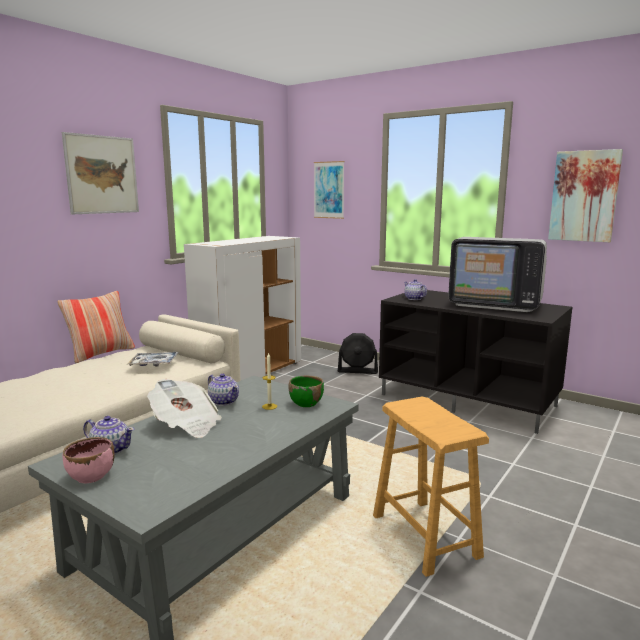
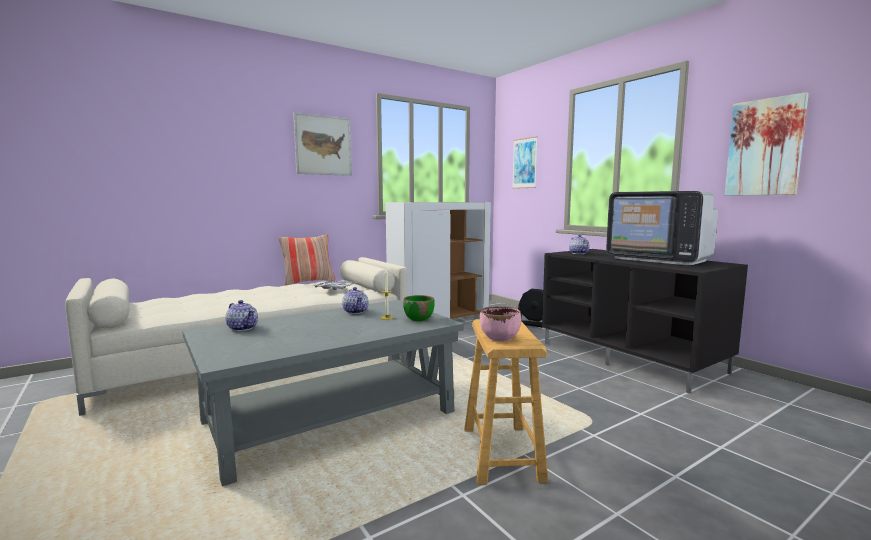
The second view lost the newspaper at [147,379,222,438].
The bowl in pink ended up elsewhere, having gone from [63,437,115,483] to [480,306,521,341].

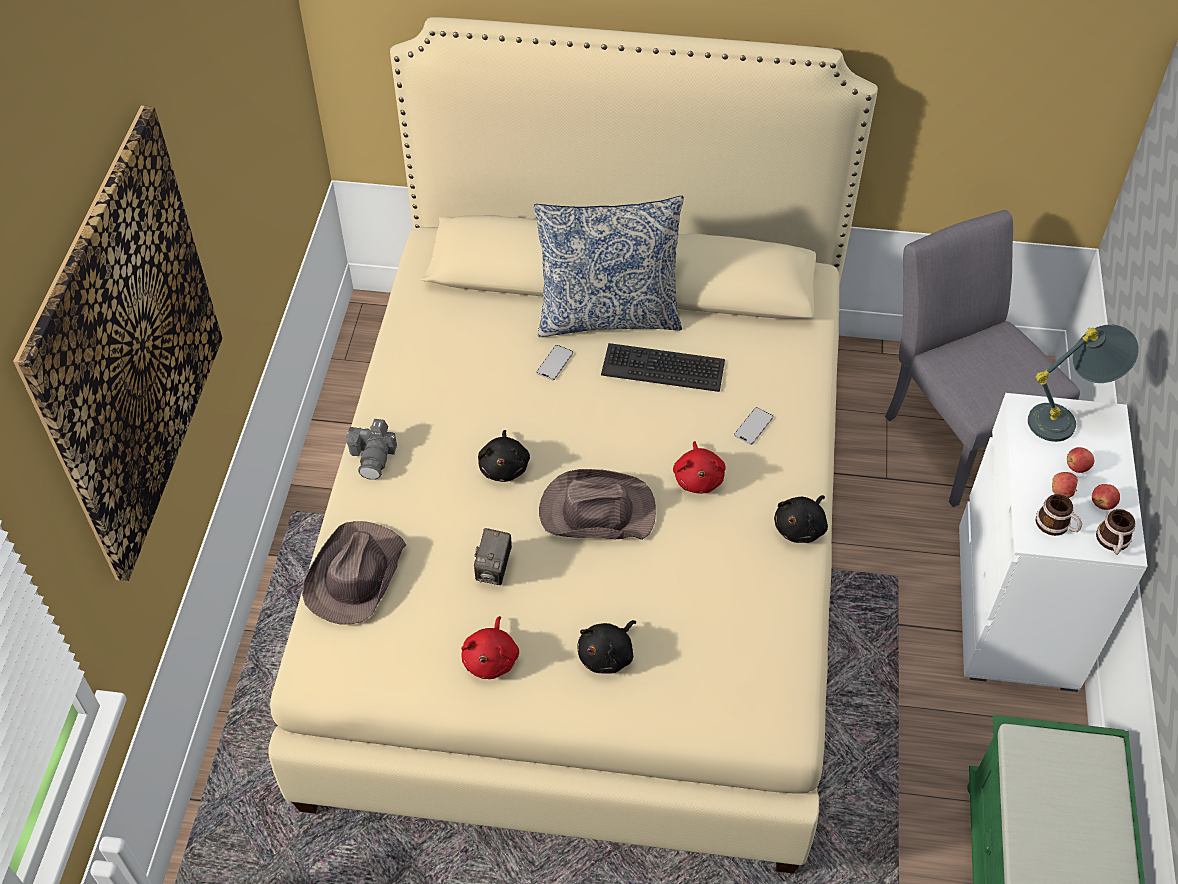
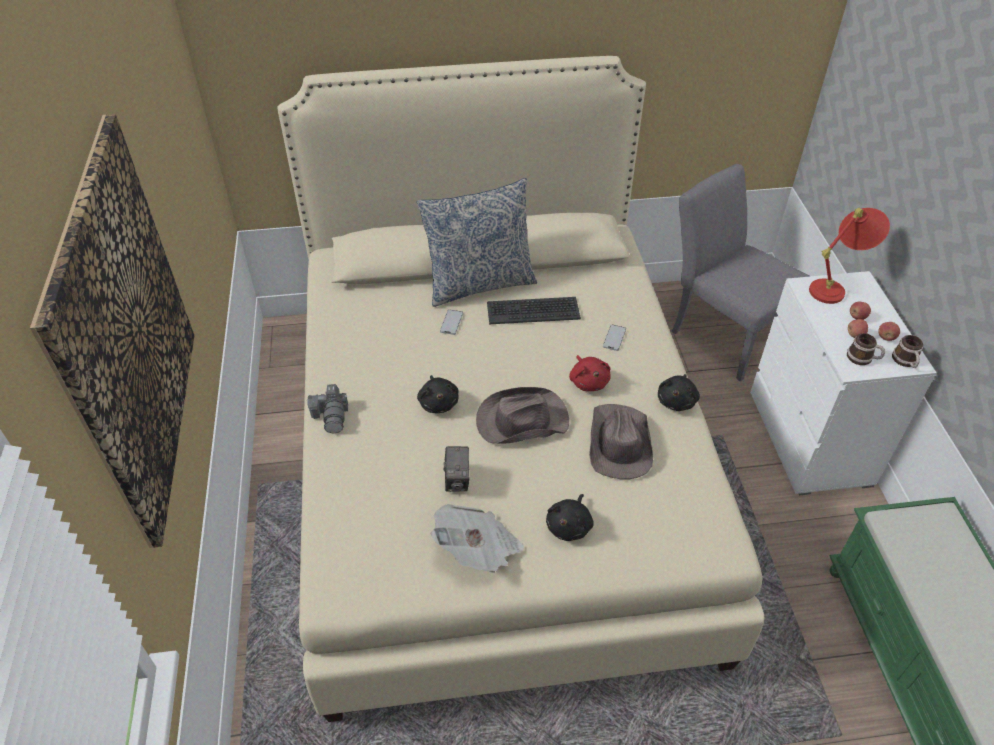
What was the table lamp in grey at [1028,325,1139,442] turned into the table lamp in red at [809,208,890,304].
The hat in brown ended up elsewhere, having gone from [302,521,406,624] to [589,404,653,479].
Where the plush toy in red stood at [461,616,519,679], the newspaper came to stand at [430,504,524,573].

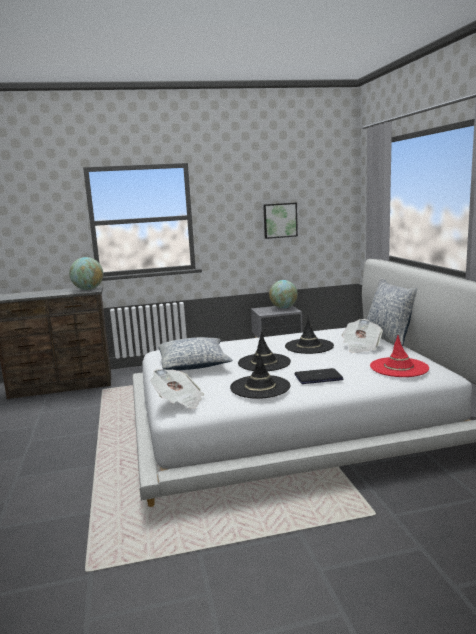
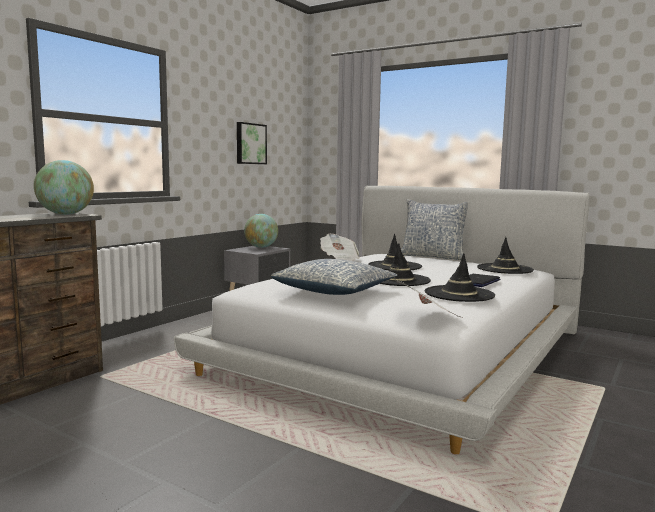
The newspaper ended up elsewhere, having gone from [342,319,383,353] to [320,234,360,261].
What was the hat in red at [370,335,429,377] turned into the hat in black at [477,237,534,274].

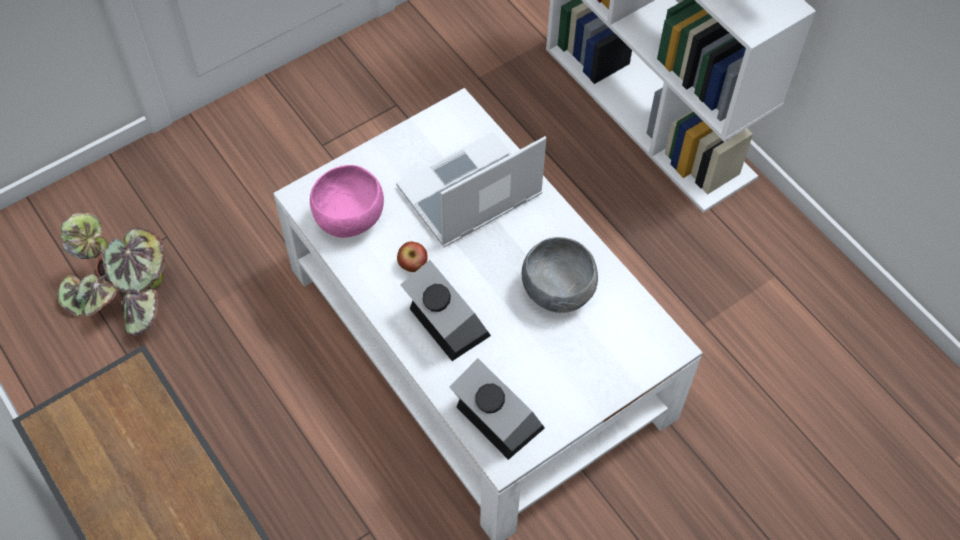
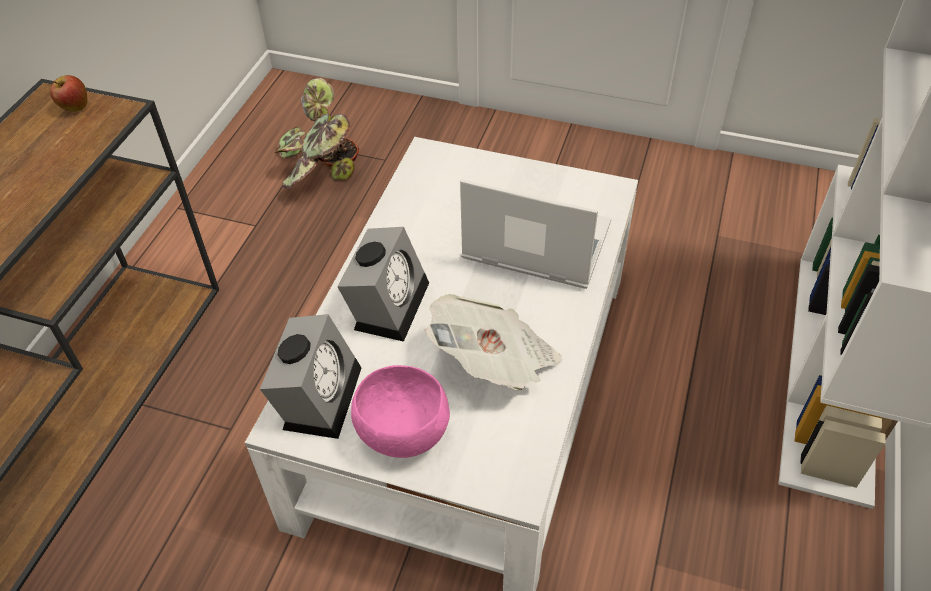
The bowl in pink ended up elsewhere, having gone from [310,165,384,238] to [351,365,450,458].
Where the bowl in grey stood at [522,237,598,313], the newspaper came to stand at [425,294,562,390].
The apple ended up elsewhere, having gone from [397,242,428,272] to [50,75,87,112].

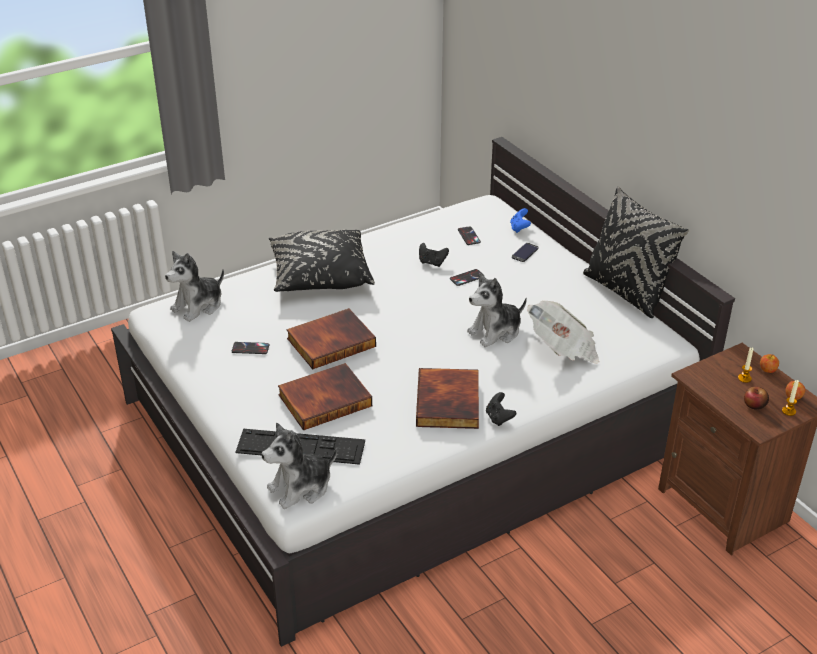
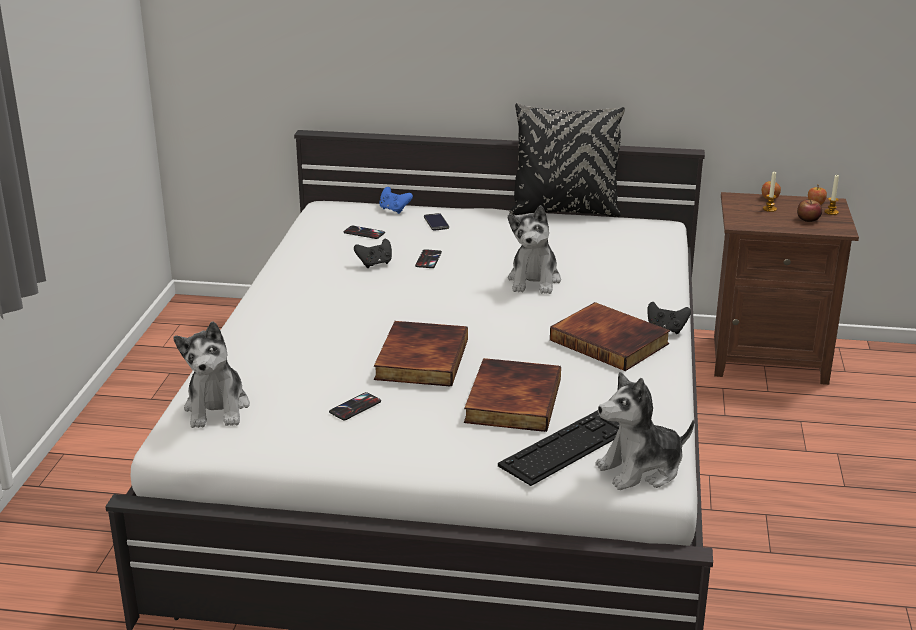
The second view lost the pillow in black at [269,230,375,292].
The second view lost the newspaper at [527,301,600,363].
The plush toy at [261,422,337,509] ended up facing another way, 60 degrees clockwise from before.

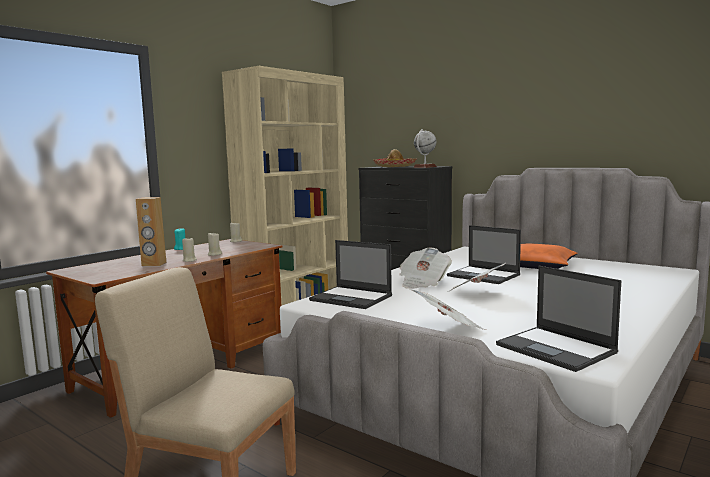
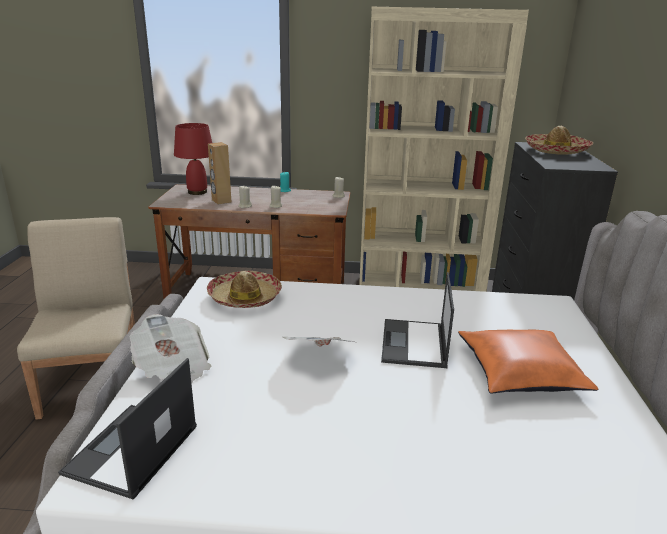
The second view lost the globe at [413,129,437,168].
Where the laptop stood at [309,240,392,309], the hat came to stand at [206,271,282,308].
The second view lost the newspaper at [399,248,452,289].
The second view gained the table lamp in red at [174,123,212,195].

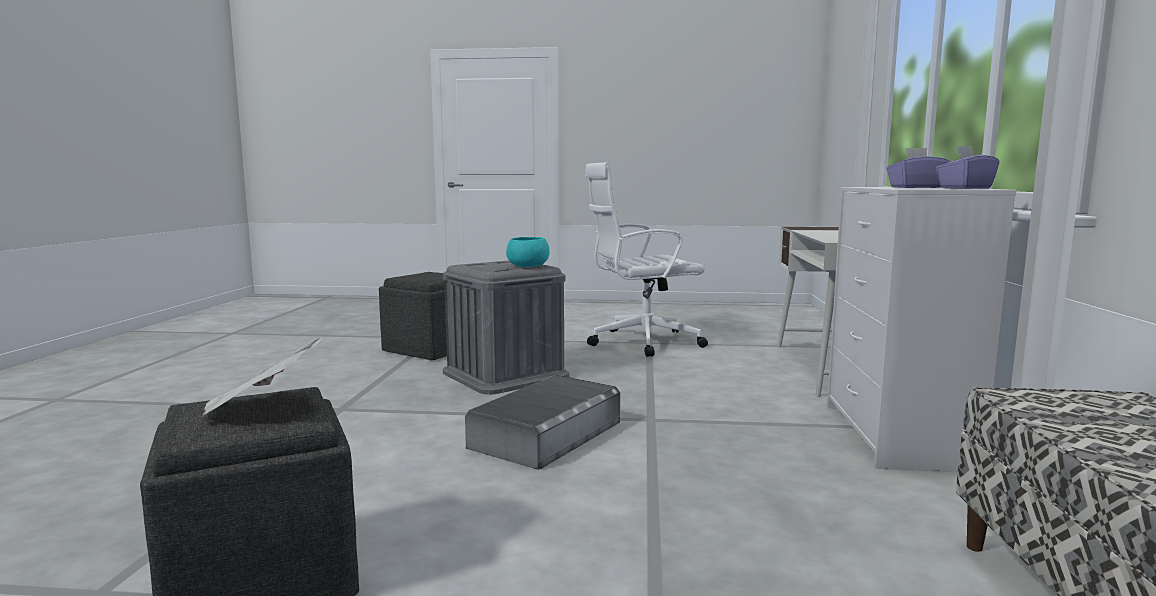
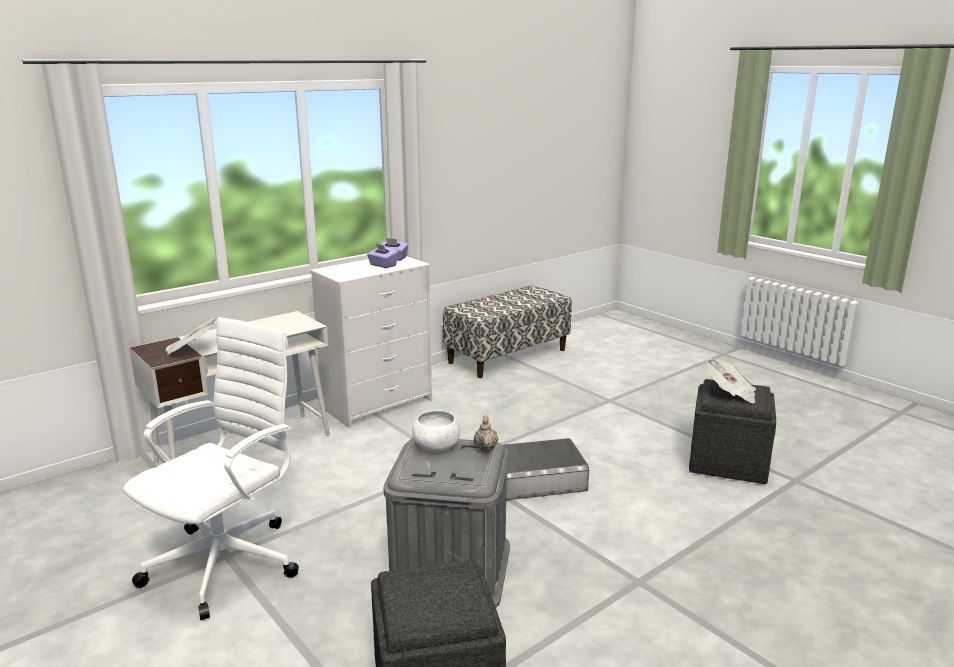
The office chair in white at [585,162,708,357] ended up facing another way, 90 degrees counterclockwise from before.
What was the bowl in turquoise at [506,237,550,267] turned into the bowl in white at [412,410,460,452].
The second view gained the newspaper at [166,318,217,355].
The second view gained the teapot in beige at [474,415,498,452].

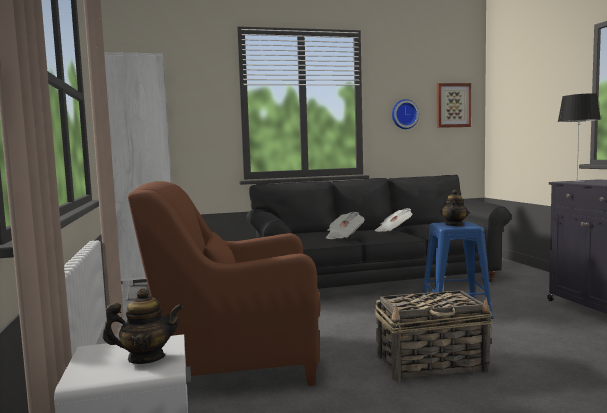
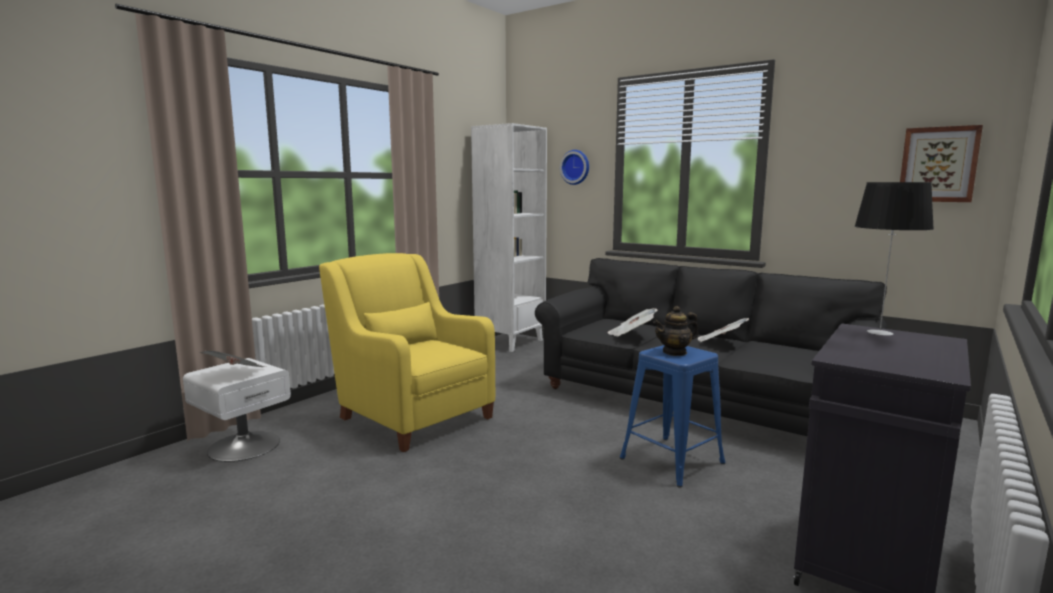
The wall clock ended up elsewhere, having gone from [392,99,419,129] to [560,150,589,185].
What was the armchair in brown at [128,181,320,386] turned into the armchair in yellow at [319,253,495,452].
Where the teapot stood at [102,288,183,364], the newspaper came to stand at [199,351,266,367].
The second view lost the basket at [374,290,492,381].

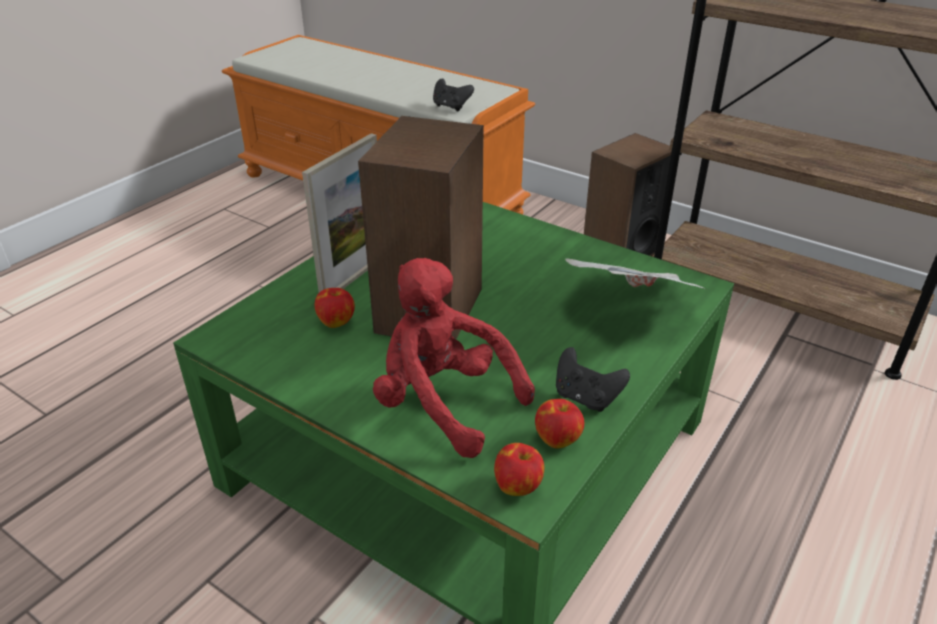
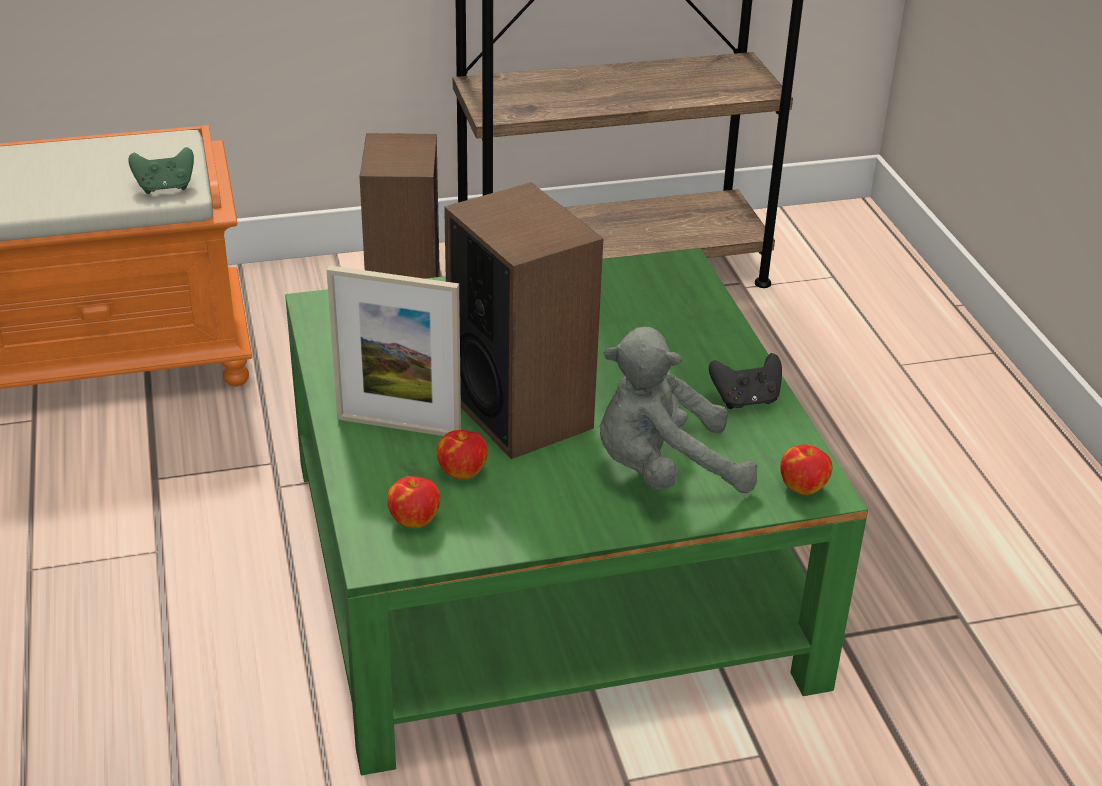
What was the game controller in black at [433,79,474,111] turned into the game controller in green at [128,147,194,194].
The picture frame at [302,133,377,292] ended up facing another way, 120 degrees clockwise from before.
What was the plush toy in red at [373,258,535,458] turned into the plush toy in grey at [600,327,757,493].
The second view lost the newspaper at [565,259,708,290].
The apple ended up elsewhere, having gone from [535,399,584,449] to [387,476,440,528].

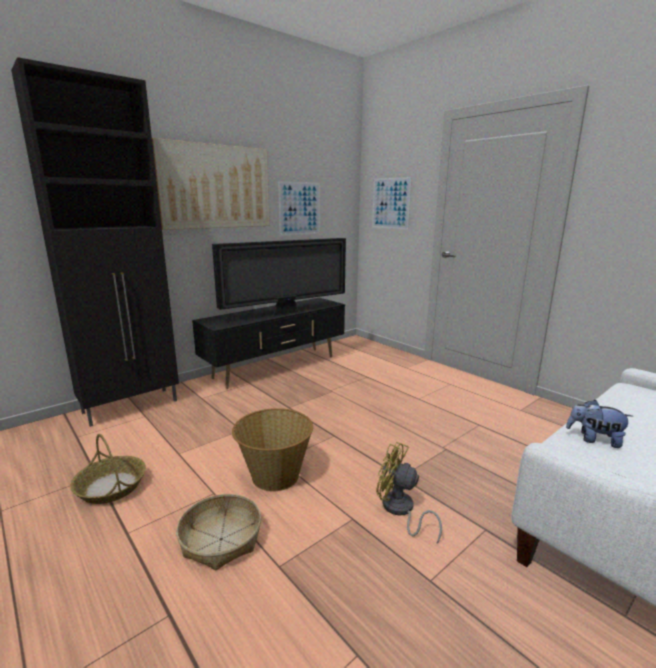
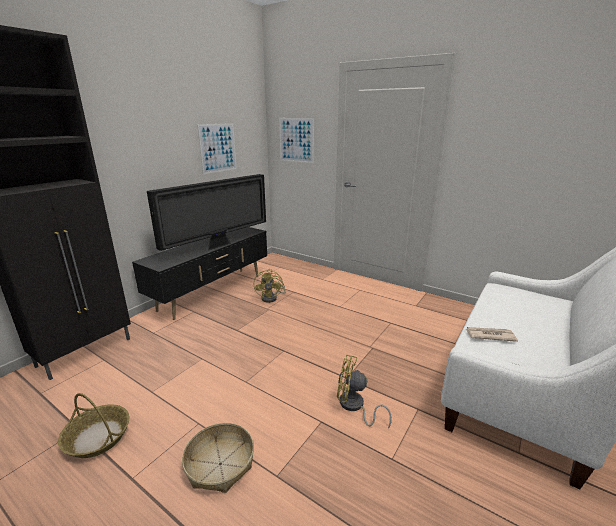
The second view lost the picture at [152,138,270,230].
Where the plush toy stood at [566,400,634,448], the newspaper came to stand at [466,327,518,342].
The second view lost the basket at [232,408,313,492].
The second view gained the fan in yellow at [254,269,286,303].

